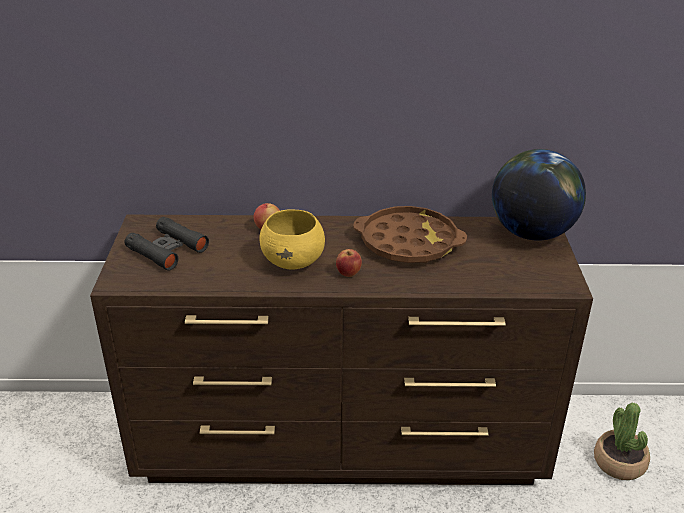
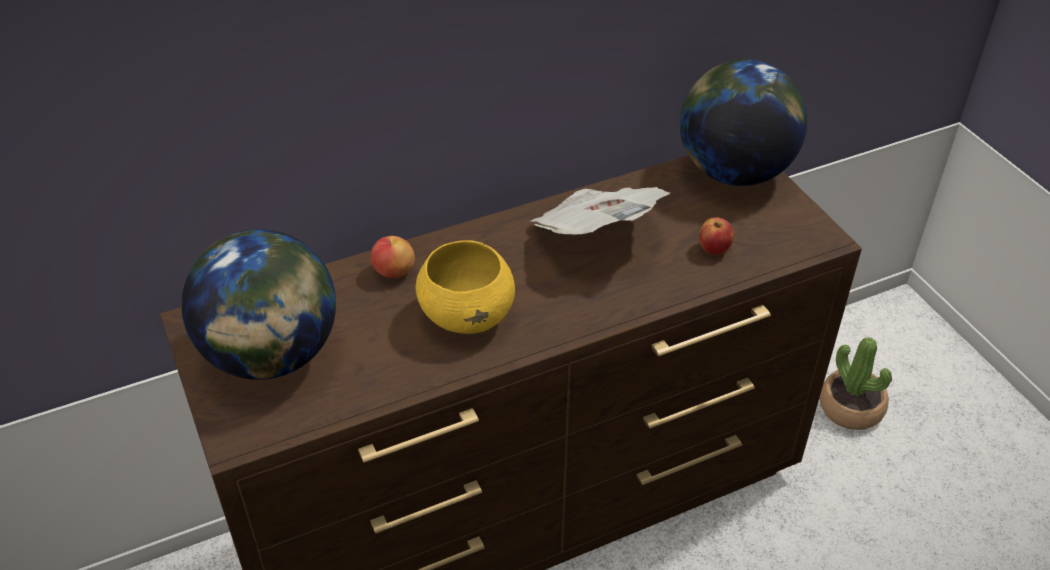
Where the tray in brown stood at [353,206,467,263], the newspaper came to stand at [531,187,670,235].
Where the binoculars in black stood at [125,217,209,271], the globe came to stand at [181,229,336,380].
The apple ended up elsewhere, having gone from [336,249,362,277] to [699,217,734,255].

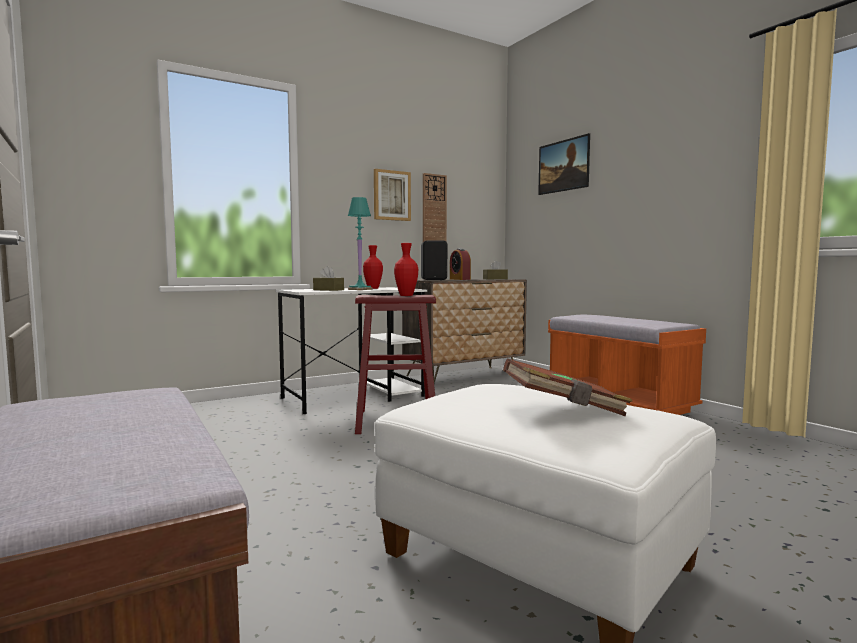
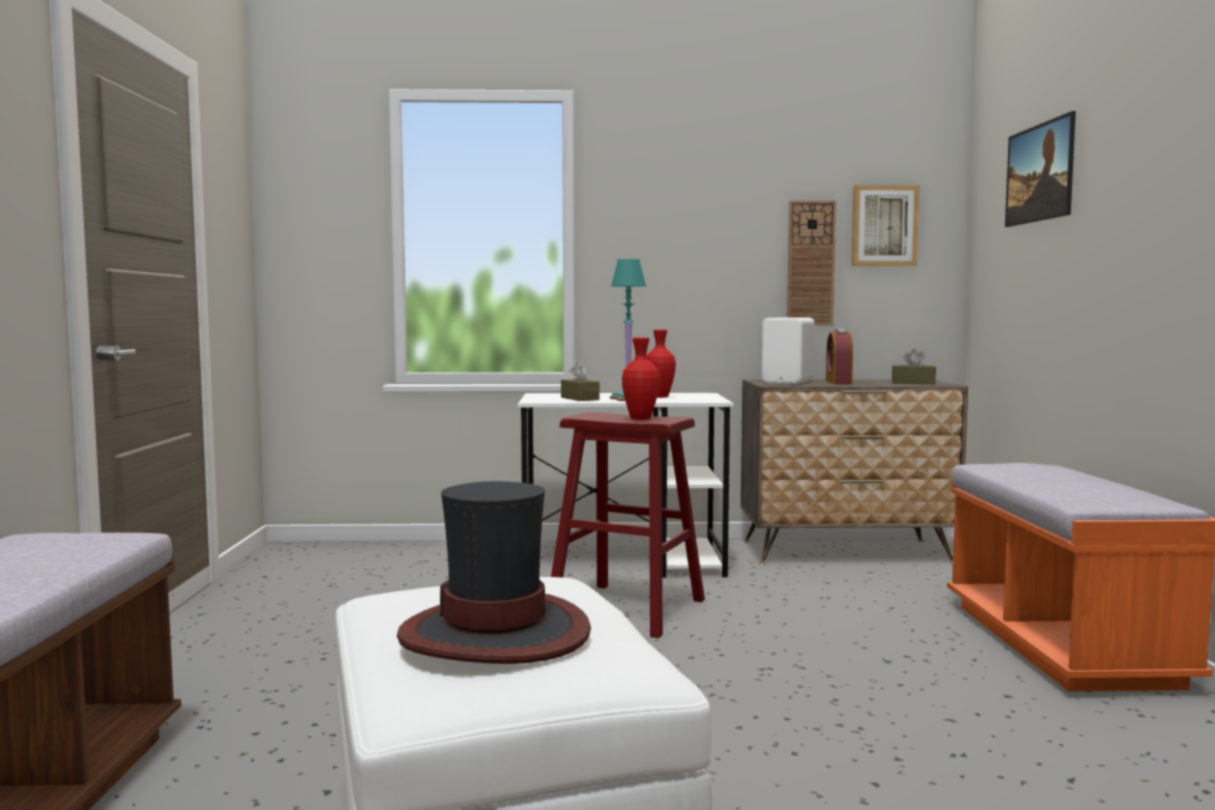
The picture ended up elsewhere, having gone from [374,169,411,221] to [851,185,920,266].
What was the speaker in black at [421,241,447,280] turned into the speaker in white at [761,317,815,384].
Where the book in brown stood at [503,358,632,416], the hat came to stand at [397,481,591,664].

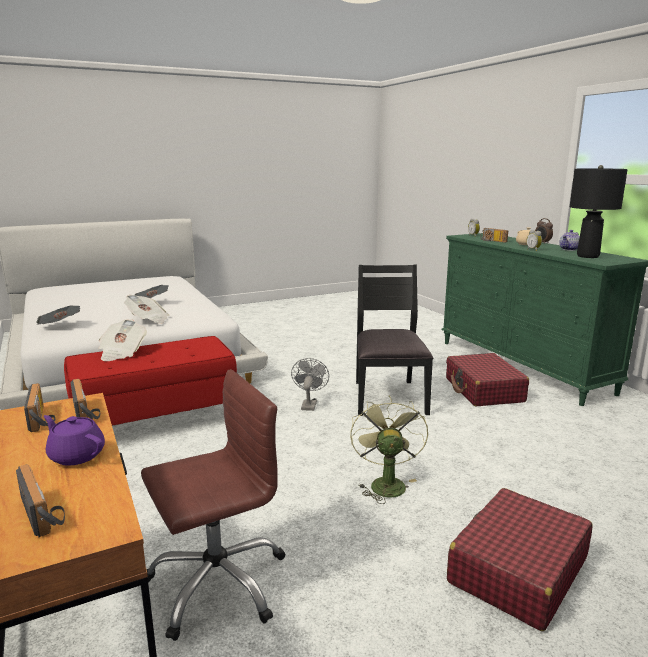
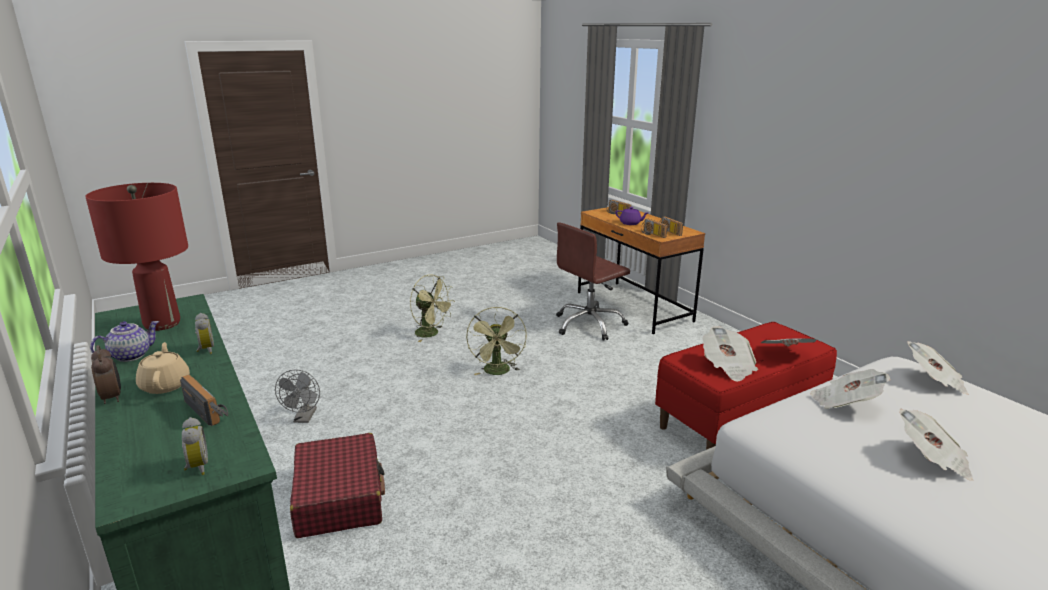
What was the table lamp in black at [570,165,628,258] turned into the table lamp in red at [85,183,188,331].
The second view lost the chair in black at [356,265,433,415].
The fan in grey ended up elsewhere, having gone from [291,358,329,411] to [275,369,320,423].
Where the suitcase in red stood at [447,488,593,631], the fan in green came to stand at [410,274,455,342].
The second view gained the newspaper at [702,326,758,382].

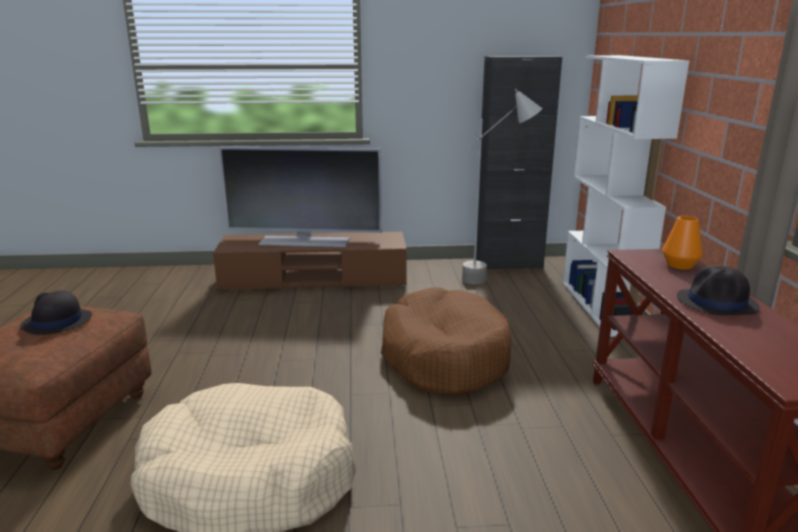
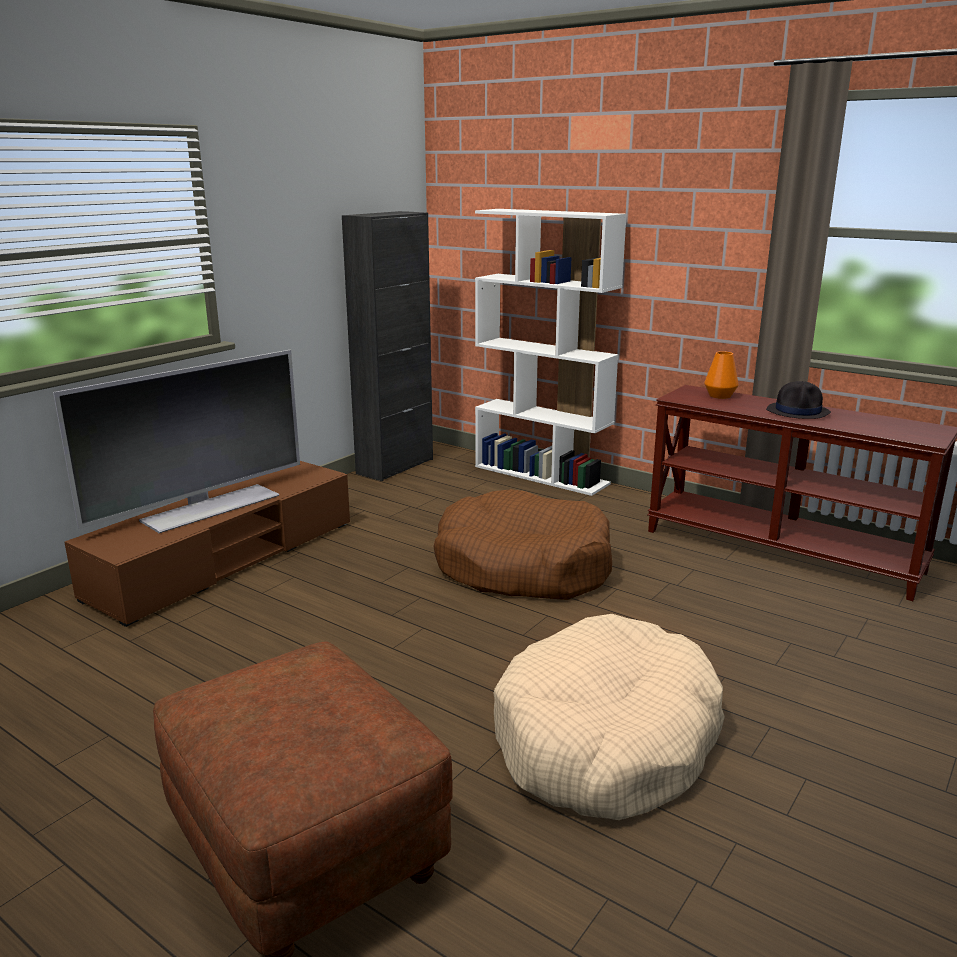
The second view lost the floor lamp in grey at [462,89,542,284].
The second view lost the hat in black at [20,290,92,335].

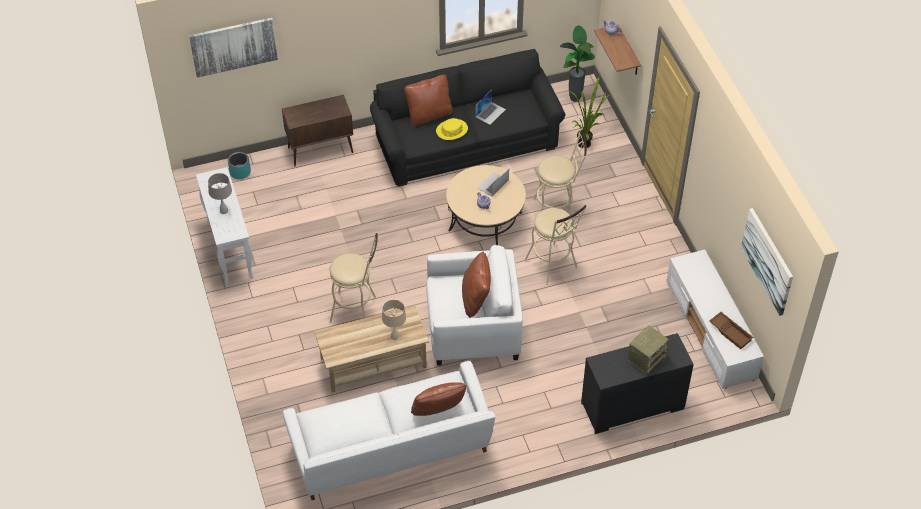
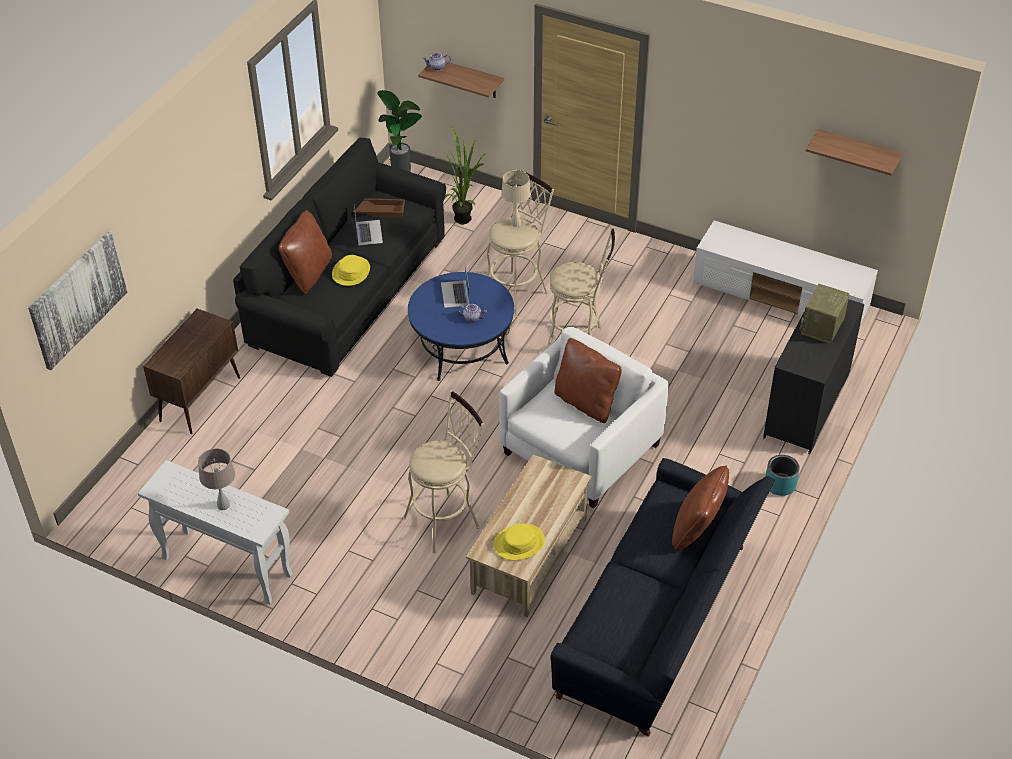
The planter in turquoise ended up elsewhere, having gone from [228,152,251,179] to [765,455,800,496].
What was the coffee table in beige at [446,165,526,245] turned into the coffee table in blue at [408,272,514,381].
Where the picture hung at [741,208,793,316], the shelf came to hang at [806,129,903,176].
The table lamp in beige ended up elsewhere, having gone from [382,300,406,340] to [501,170,531,227].
The tray in brown ended up elsewhere, having gone from [709,312,753,349] to [353,198,405,218].
The radio at [628,325,669,374] ended up facing another way, 150 degrees counterclockwise from before.
What was the sofa in white at [283,361,496,500] turned into the sofa in black at [551,458,775,737].
The second view gained the hat in yellow at [494,523,545,560].

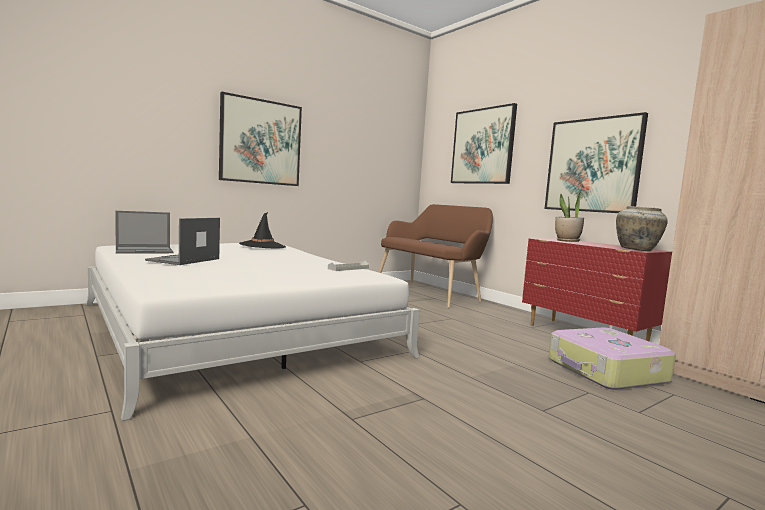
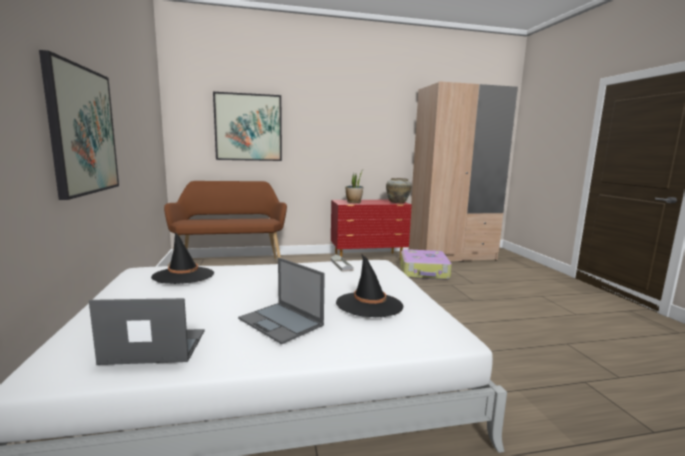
The second view lost the picture at [545,112,648,213].
The laptop at [115,211,174,254] ended up facing another way, 90 degrees counterclockwise from before.
The second view gained the hat in black at [336,254,404,317].

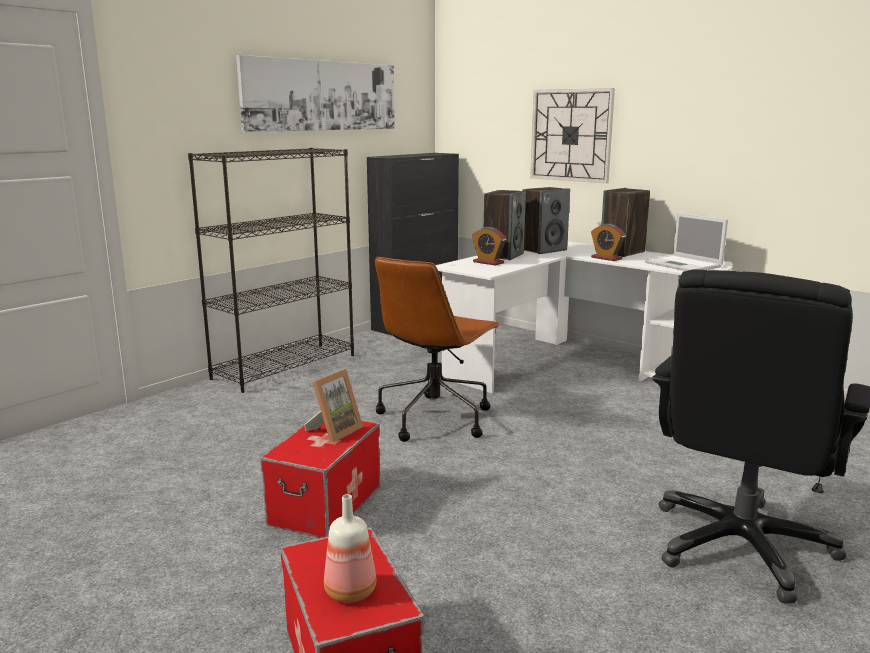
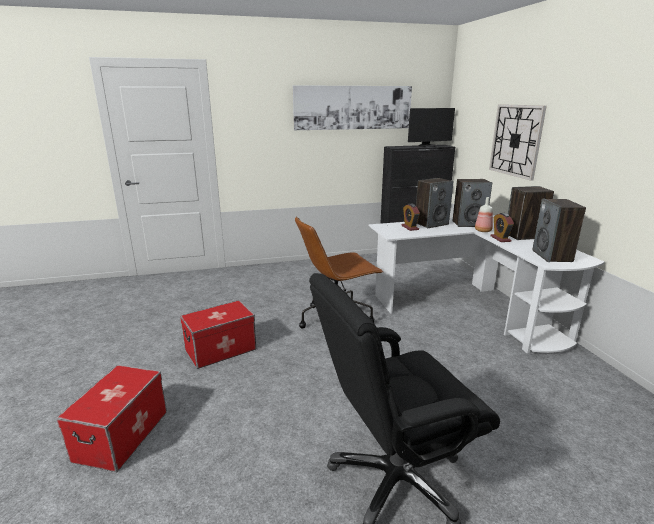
The second view lost the bookcase in black at [188,148,354,393].
Where the laptop stood at [645,213,728,271], the speaker came to stand at [532,199,586,262].
The second view lost the picture frame at [304,369,363,443].
The bottle ended up elsewhere, having gone from [324,494,376,603] to [475,197,493,232].
The second view gained the monitor at [408,108,455,147].

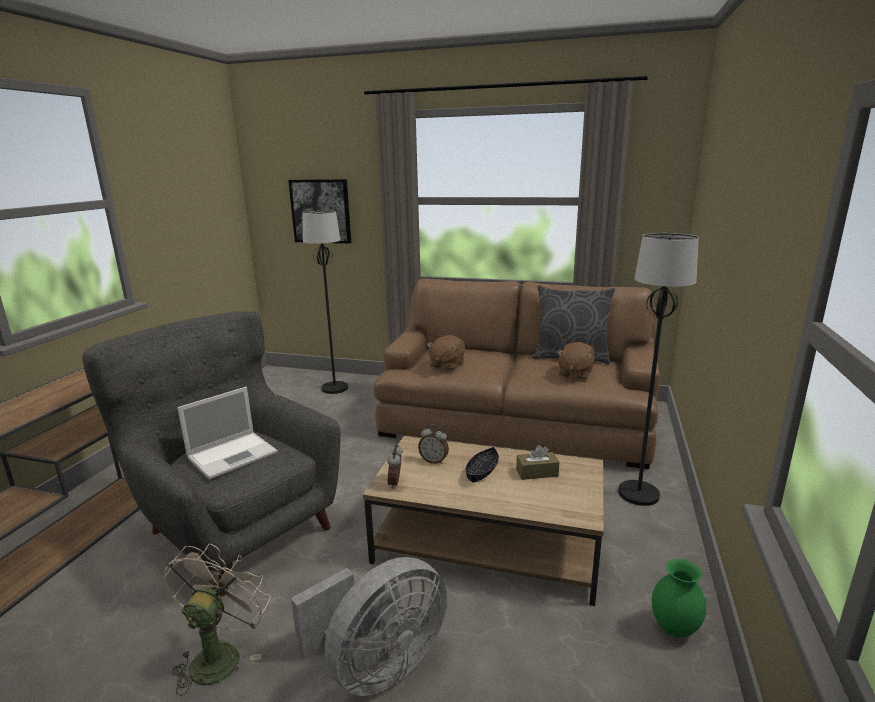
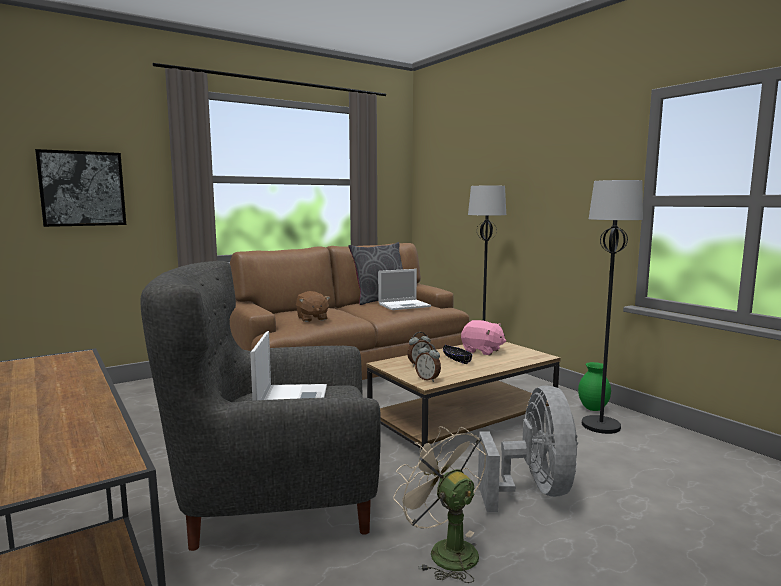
The floor lamp in black ended up elsewhere, having gone from [302,211,348,394] to [582,180,643,434].
Where the plush toy in brown stood at [556,342,595,380], the laptop came to stand at [378,269,431,310].
Where the tissue box in brown stood at [516,445,559,480], the plush toy in pink came to stand at [461,320,506,355].

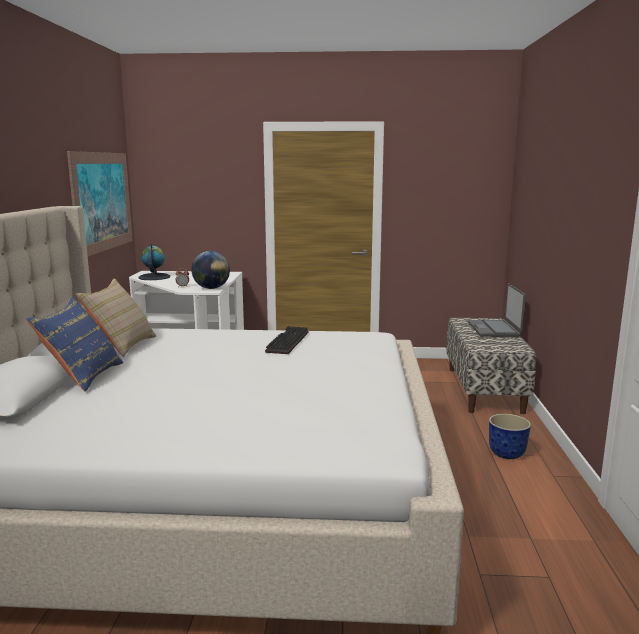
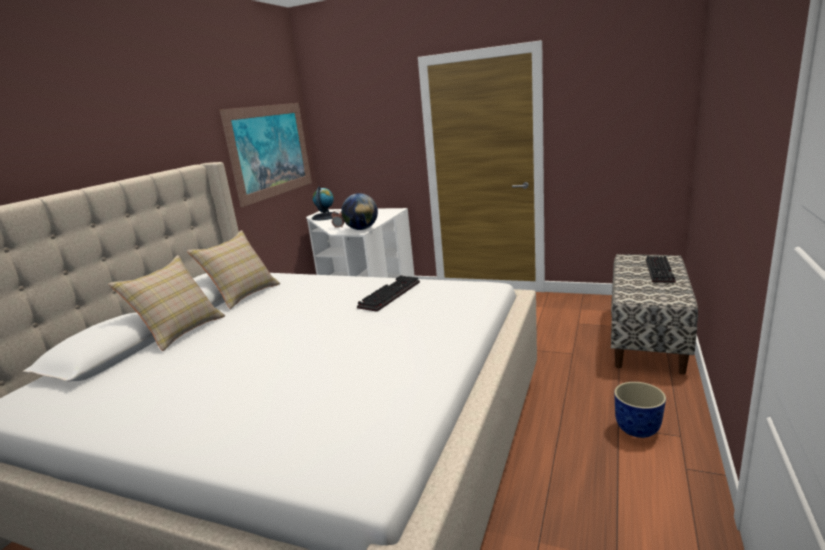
Where the laptop stood at [468,283,526,337], the keyboard came to stand at [646,256,676,283].
What was the pillow in blue at [26,297,123,392] turned into the pillow in beige at [108,255,225,351].

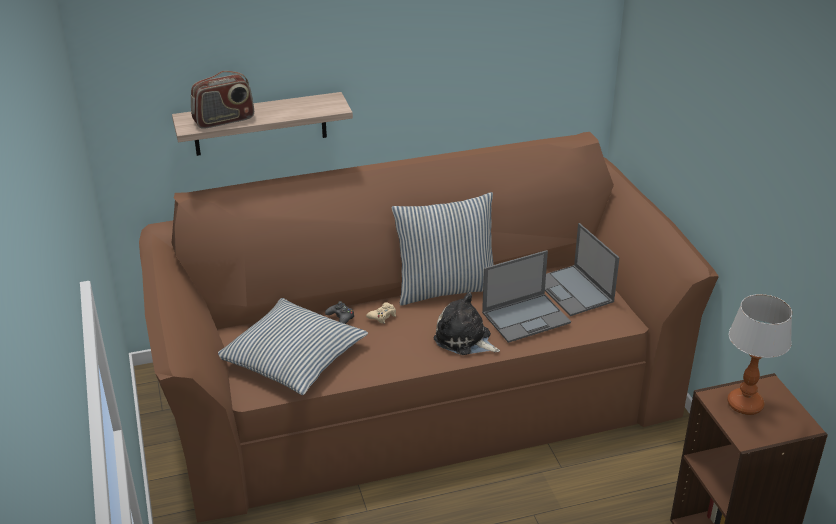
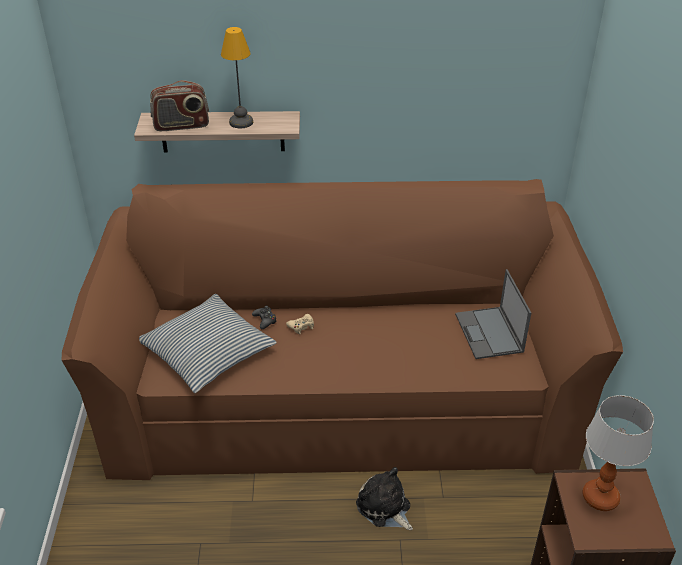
The second view lost the pillow at [391,192,493,306].
The second view lost the laptop at [482,250,571,343].
The plush toy ended up elsewhere, having gone from [433,292,500,355] to [356,467,413,530].
The second view gained the table lamp at [221,27,253,128].

